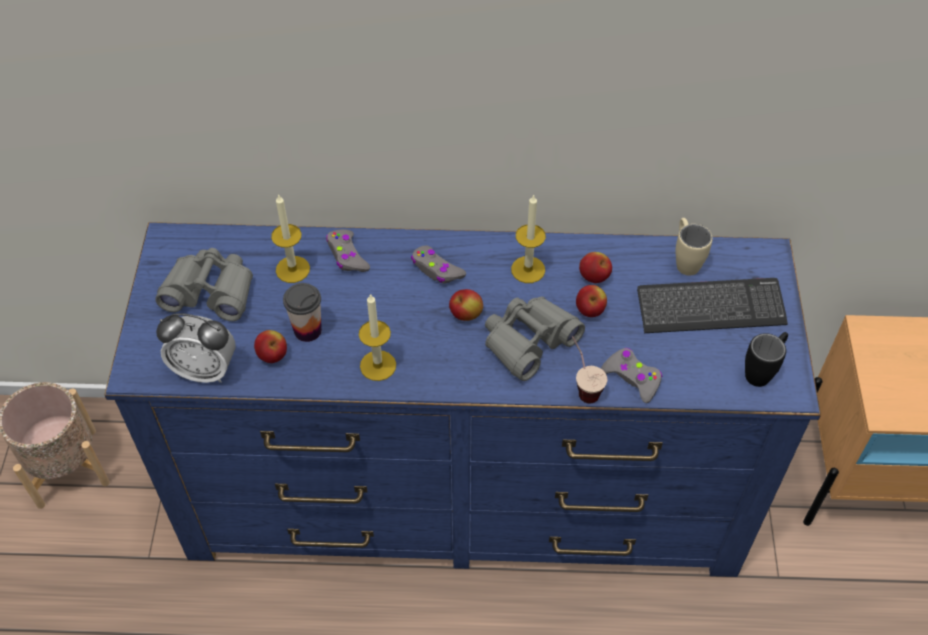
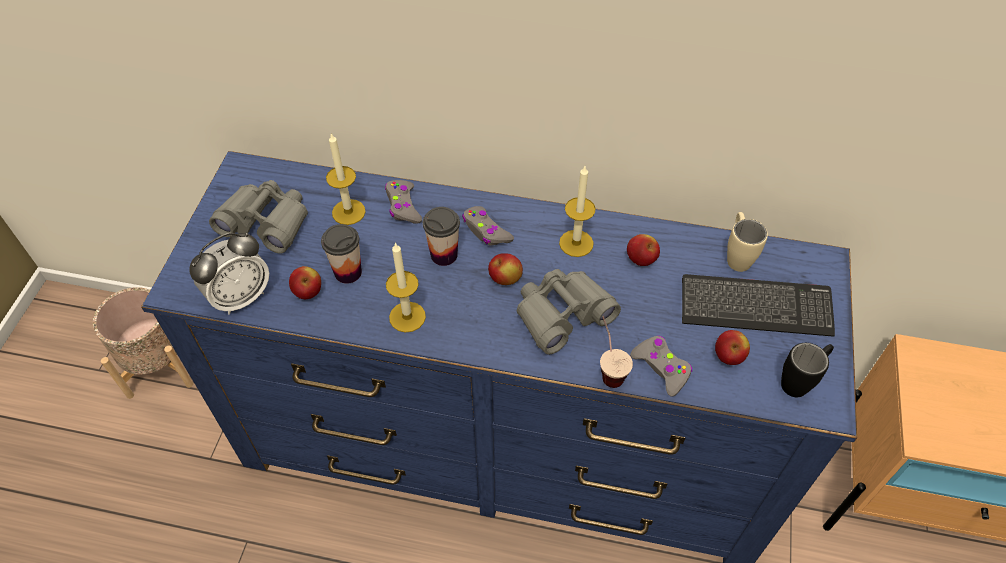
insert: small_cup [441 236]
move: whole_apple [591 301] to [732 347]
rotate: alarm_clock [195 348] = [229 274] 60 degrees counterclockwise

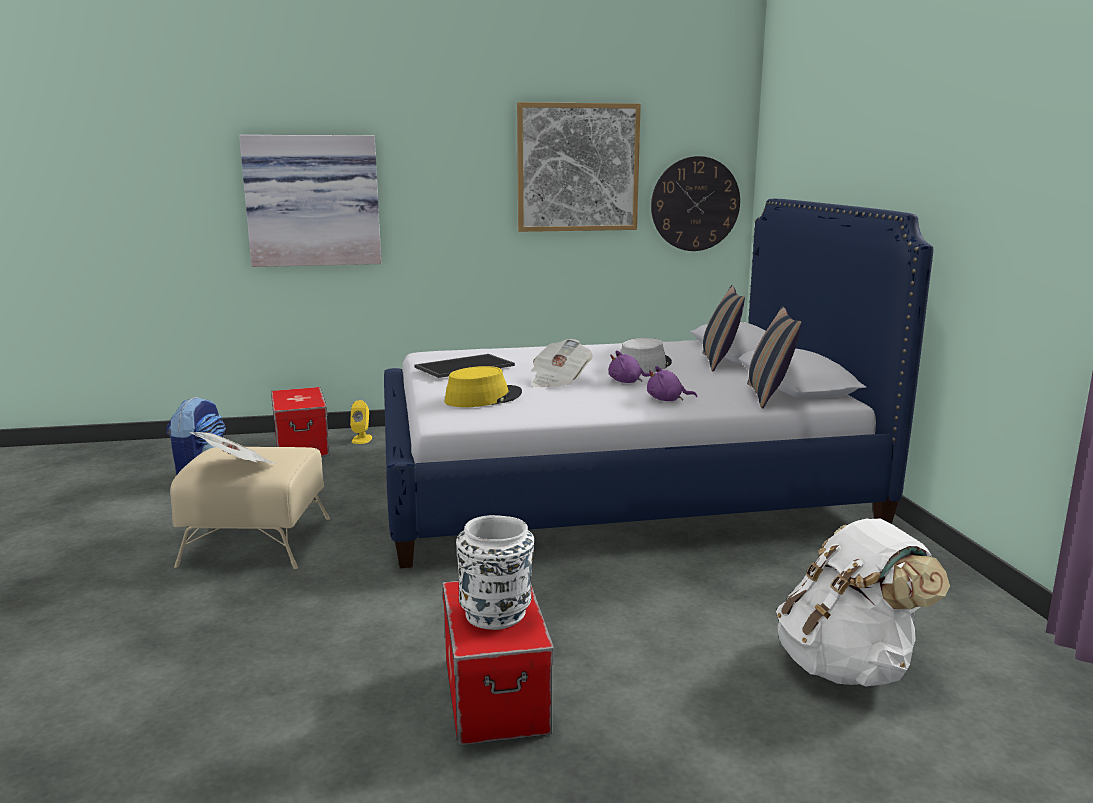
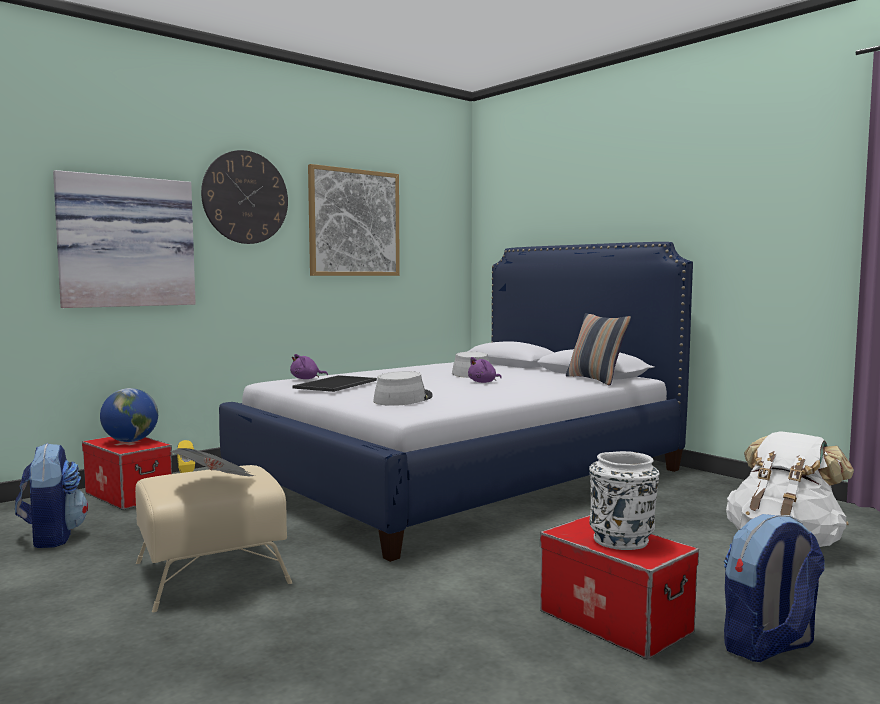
delete: newspaper [561 363]; pillow [724 328]
insert: world_globe [129 415]; rucksack [774 588]
move: purple_soft_toy [672 383] to [309 366]; clock_on_the_wall [695 203] to [244 197]
recolor: yellow_clothing_hat [483 386] to greyish_clothing_hat [403 388]

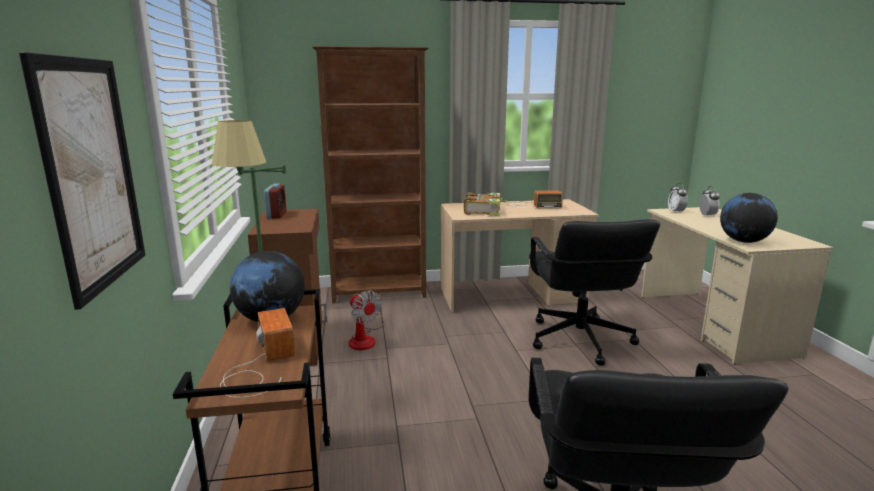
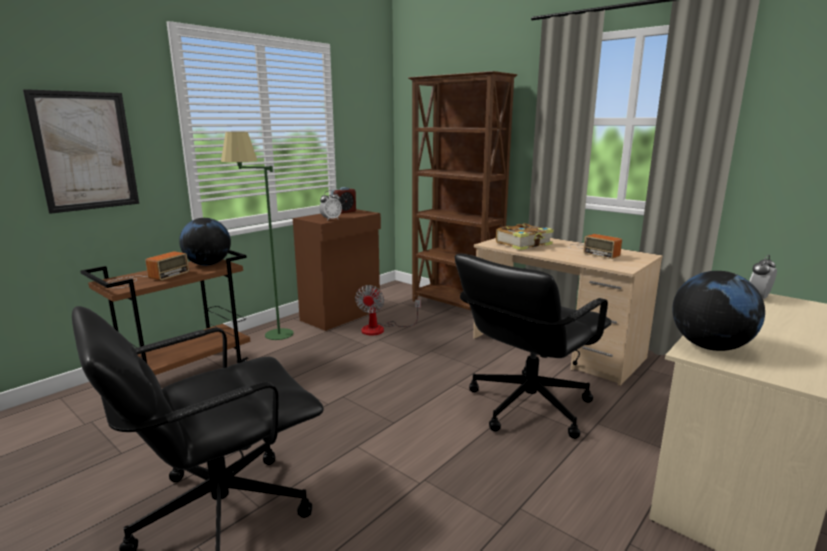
move: alarm_clock [709 201] to [330 206]

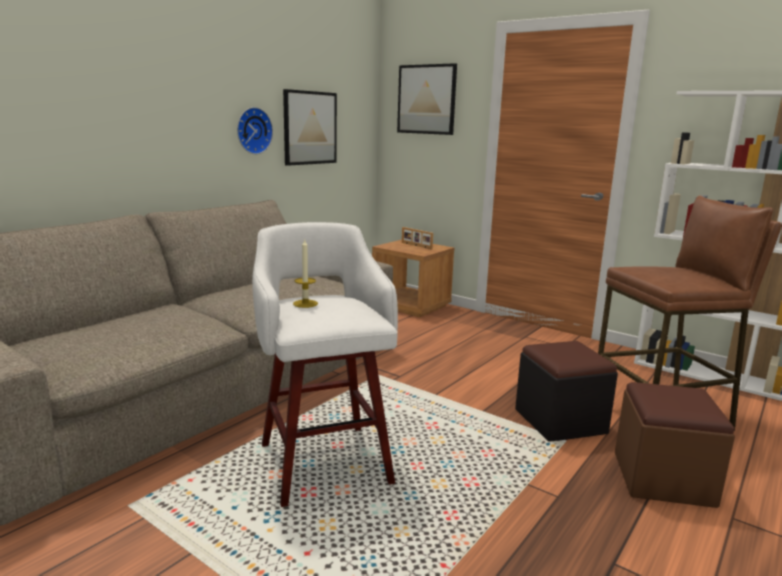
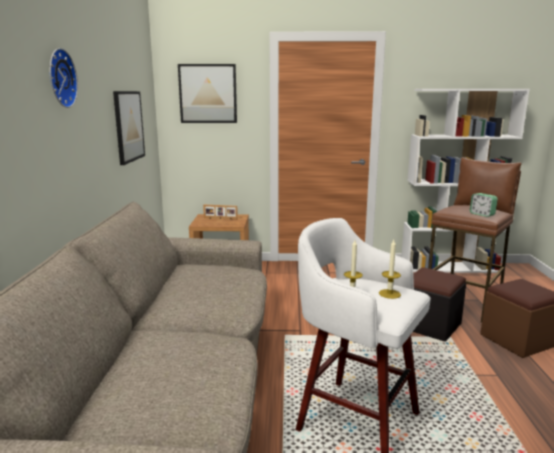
insert: wax_light [390 269]; alarm_clock [484 205]
move: clock_on_the_wall [255 130] to [63 78]

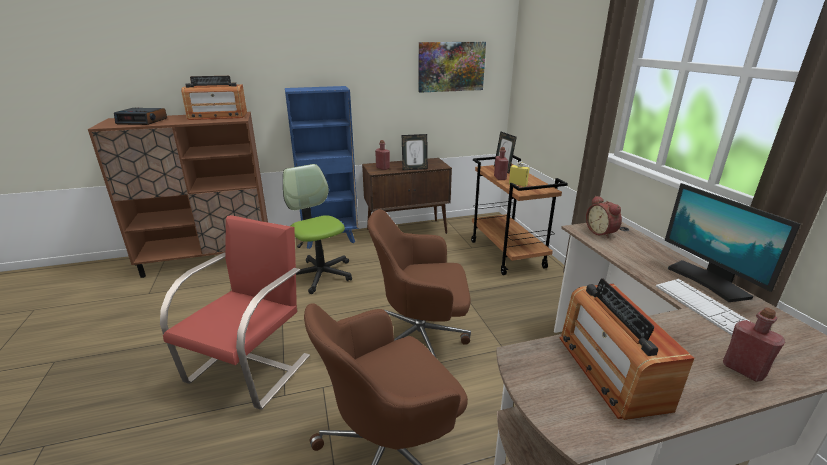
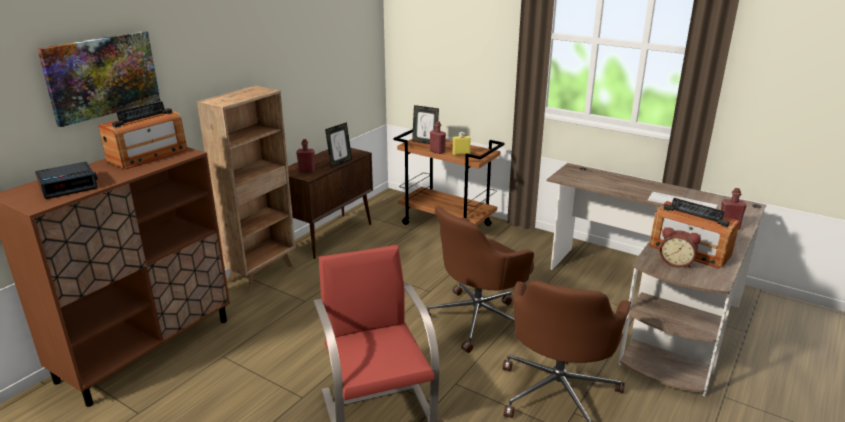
delete: desk_chair [317 229]; computer_screen [733 242]
move: wall_art [452 67] to [98 79]; alarm_clock [604 217] to [680 247]
recolor: blue-coloured_bookcase [321 167] to brown-coloured_bookcase [246 188]

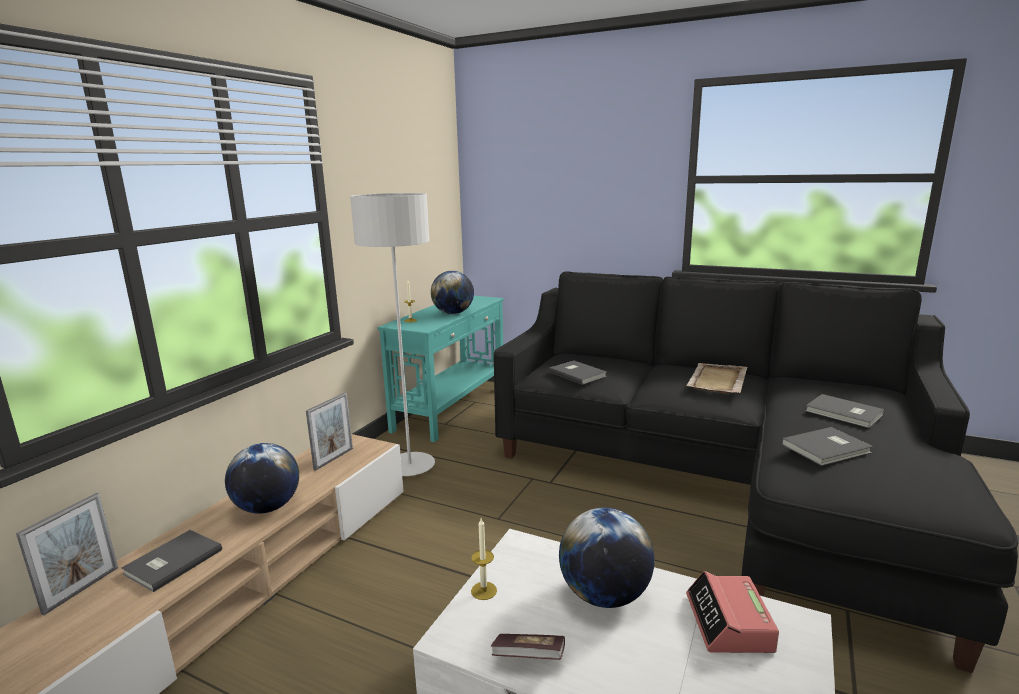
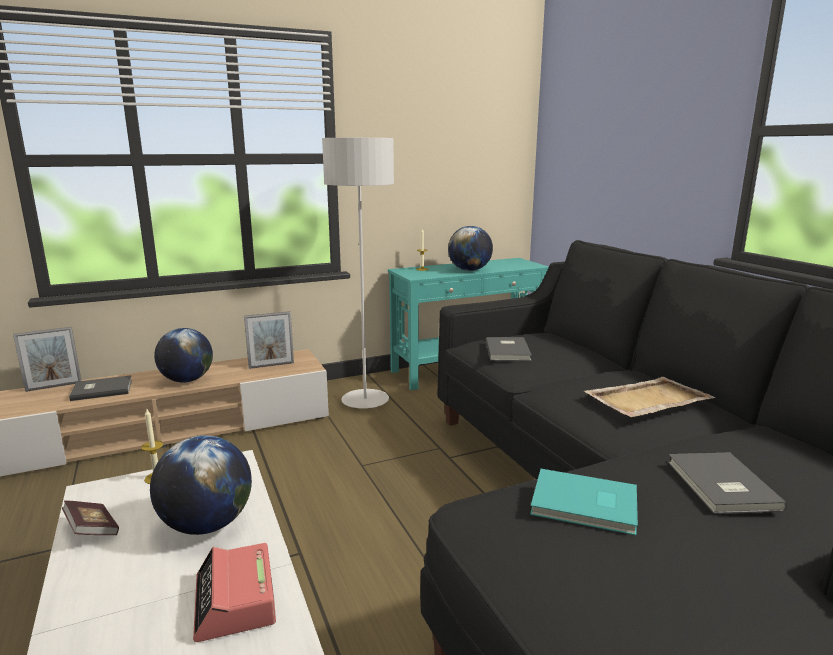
recolor: greyish_bound_book [827 446] to turquoise_bound_book [584 502]
rotate: alarm_clock [732 612] = [234 592] 60 degrees counterclockwise

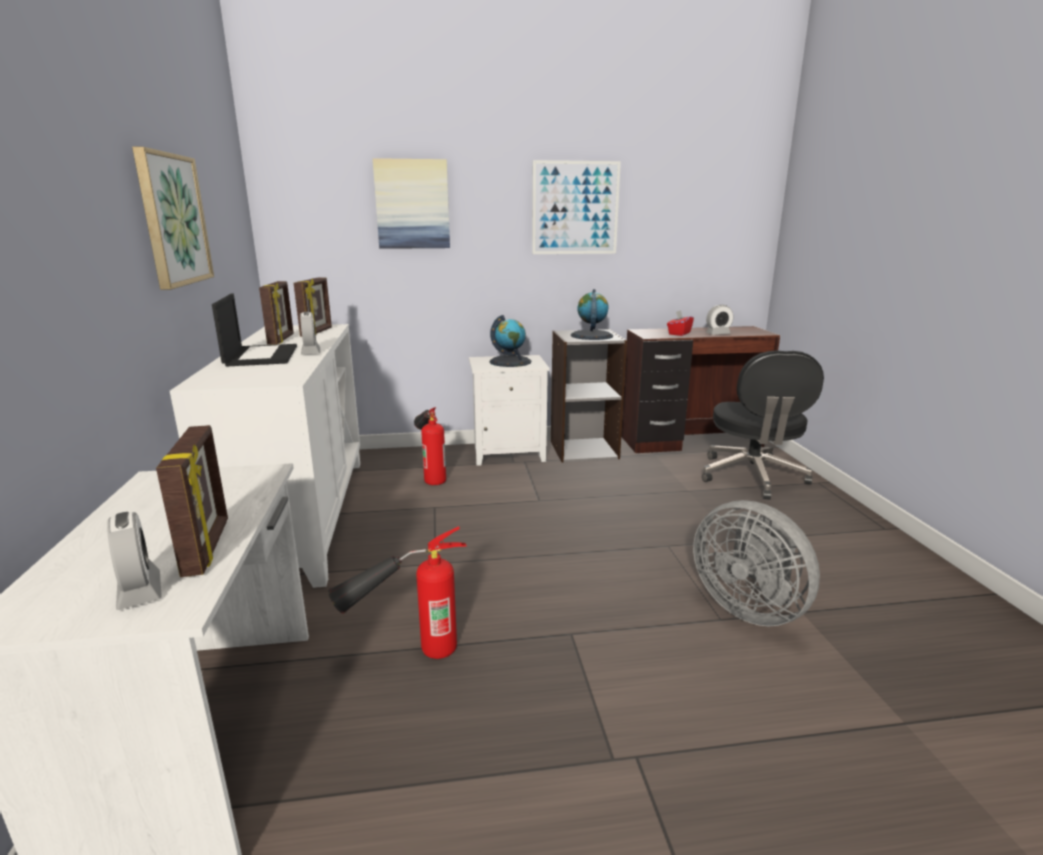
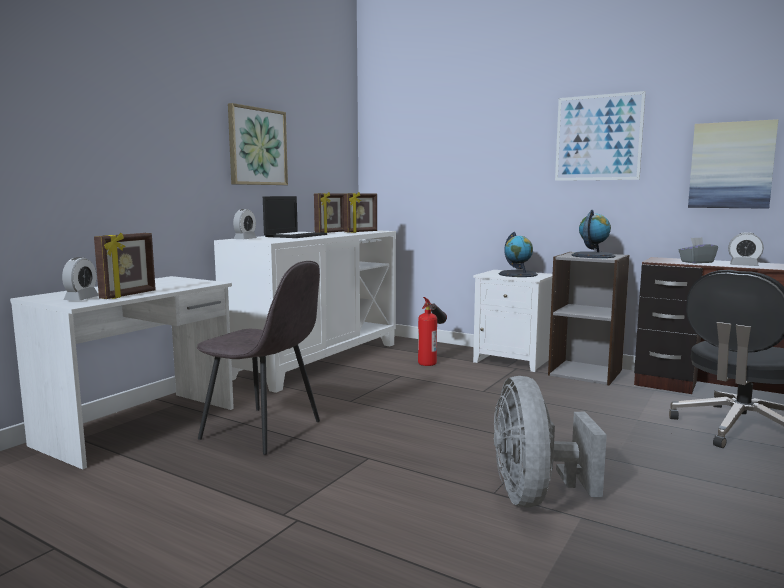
move: alarm_clock [310 333] to [245 224]; wall_art [411 203] to [733 164]
replace: extinguisher [398 592] to greyish_chair [258 358]
recolor: red_box_of_tissues [680 323] to greyish_box_of_tissues [698 250]

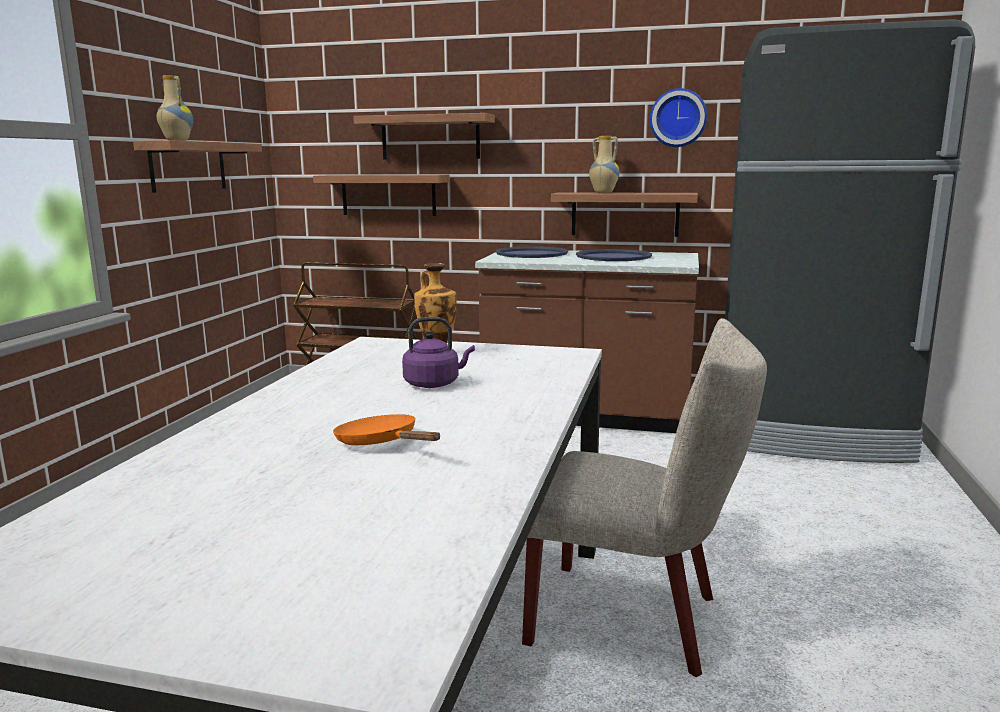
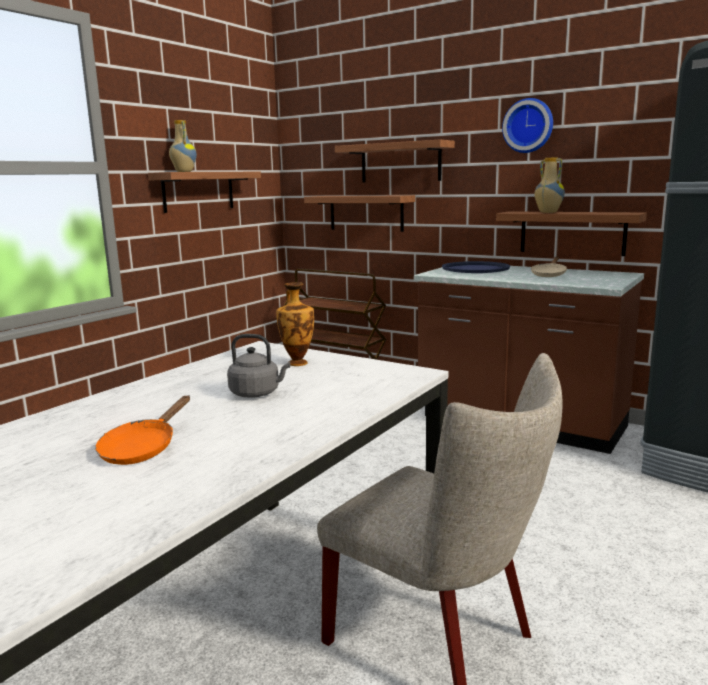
move: clock_on_the_wall [678 117] to [527 125]
replace: blue-coloured_carrying_tray [614 255] to sand-coloured_skillet [548 266]
recolor: purple_kettle [438 352] to greyish_kettle [258 366]
rotate: orange_skillet [386 429] = [142 430] 135 degrees counterclockwise

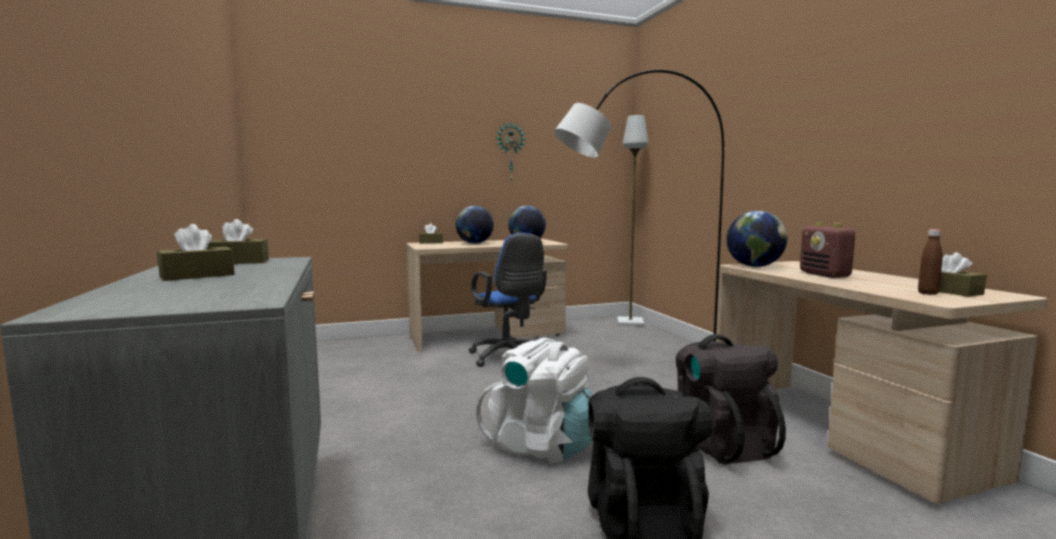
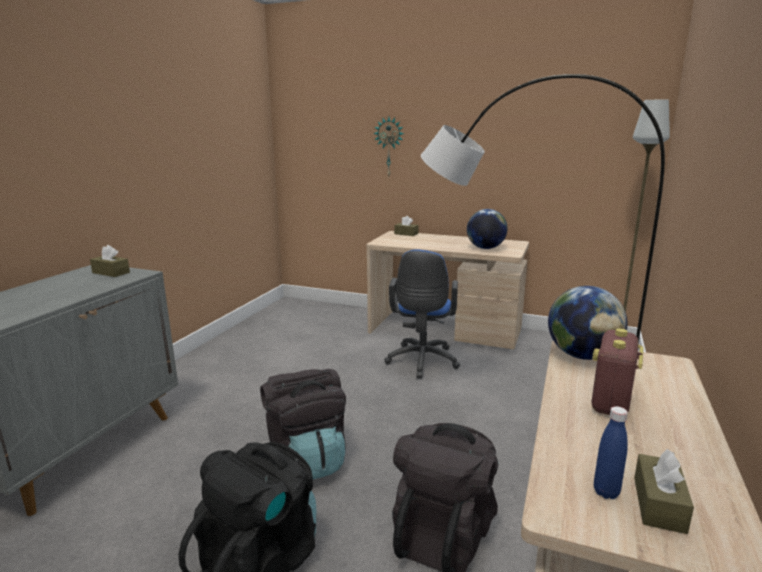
delete: brown-coloured_box_of_tissues [196 252]; world_globe [475 225]
move: clock_on_the_wall [511 151] to [388 147]
recolor: whitish_rucksack [534 400] to blackish_rucksack [303 424]; brown-coloured_drink_bottle [930 262] to blue-coloured_drink_bottle [611 452]

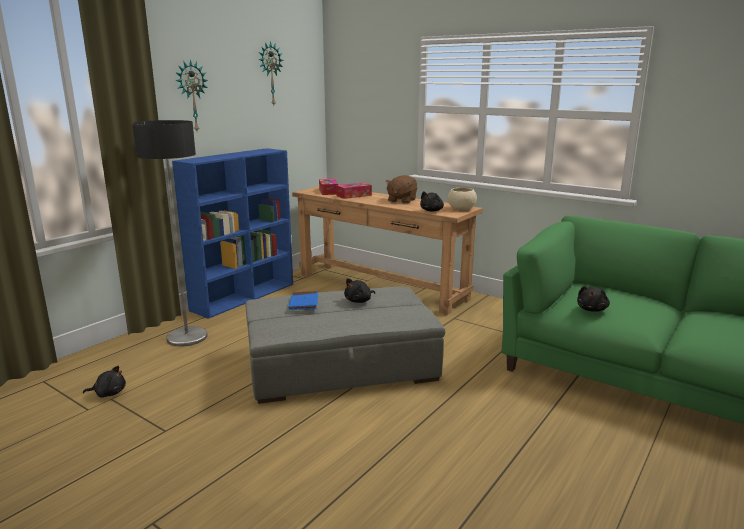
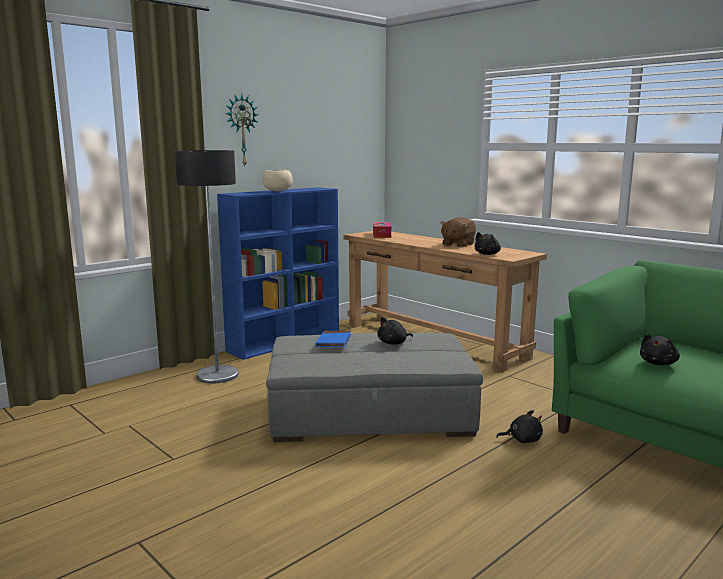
delete: clock_on_the_wall [270 73]; box_of_tissues [354 191]
move: blackish_soft_toy [104 382] to [519 426]; sand-coloured_serving_bowl [462 198] to [277 180]

